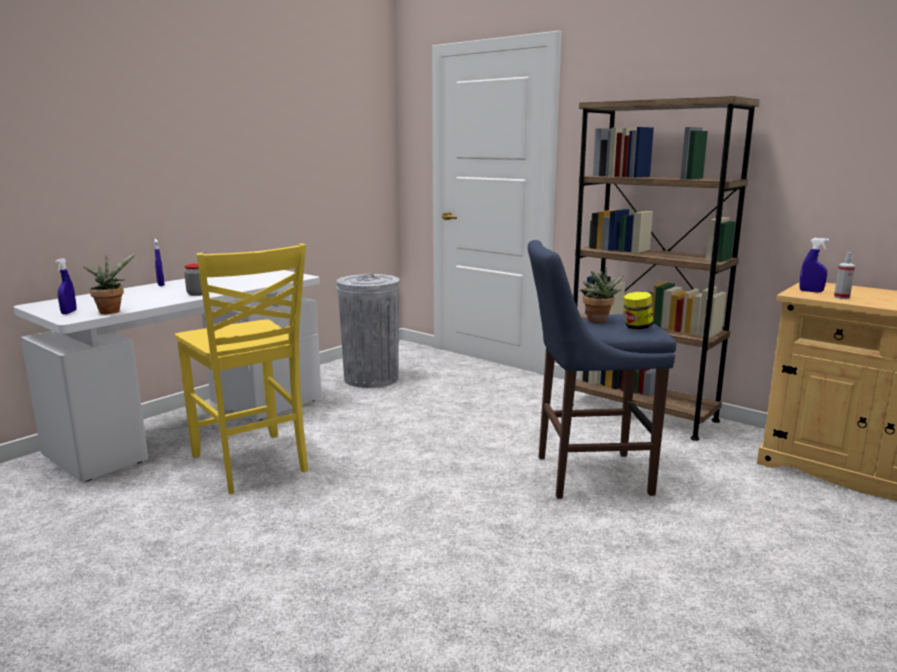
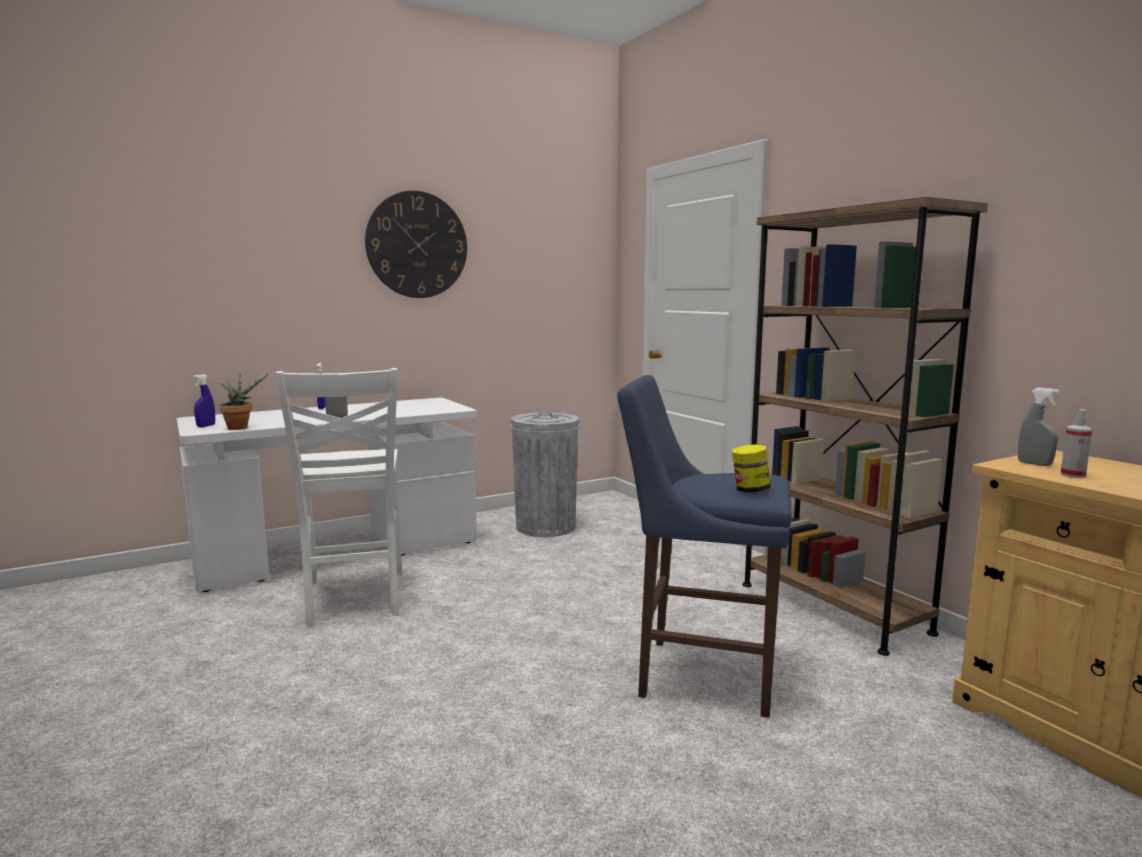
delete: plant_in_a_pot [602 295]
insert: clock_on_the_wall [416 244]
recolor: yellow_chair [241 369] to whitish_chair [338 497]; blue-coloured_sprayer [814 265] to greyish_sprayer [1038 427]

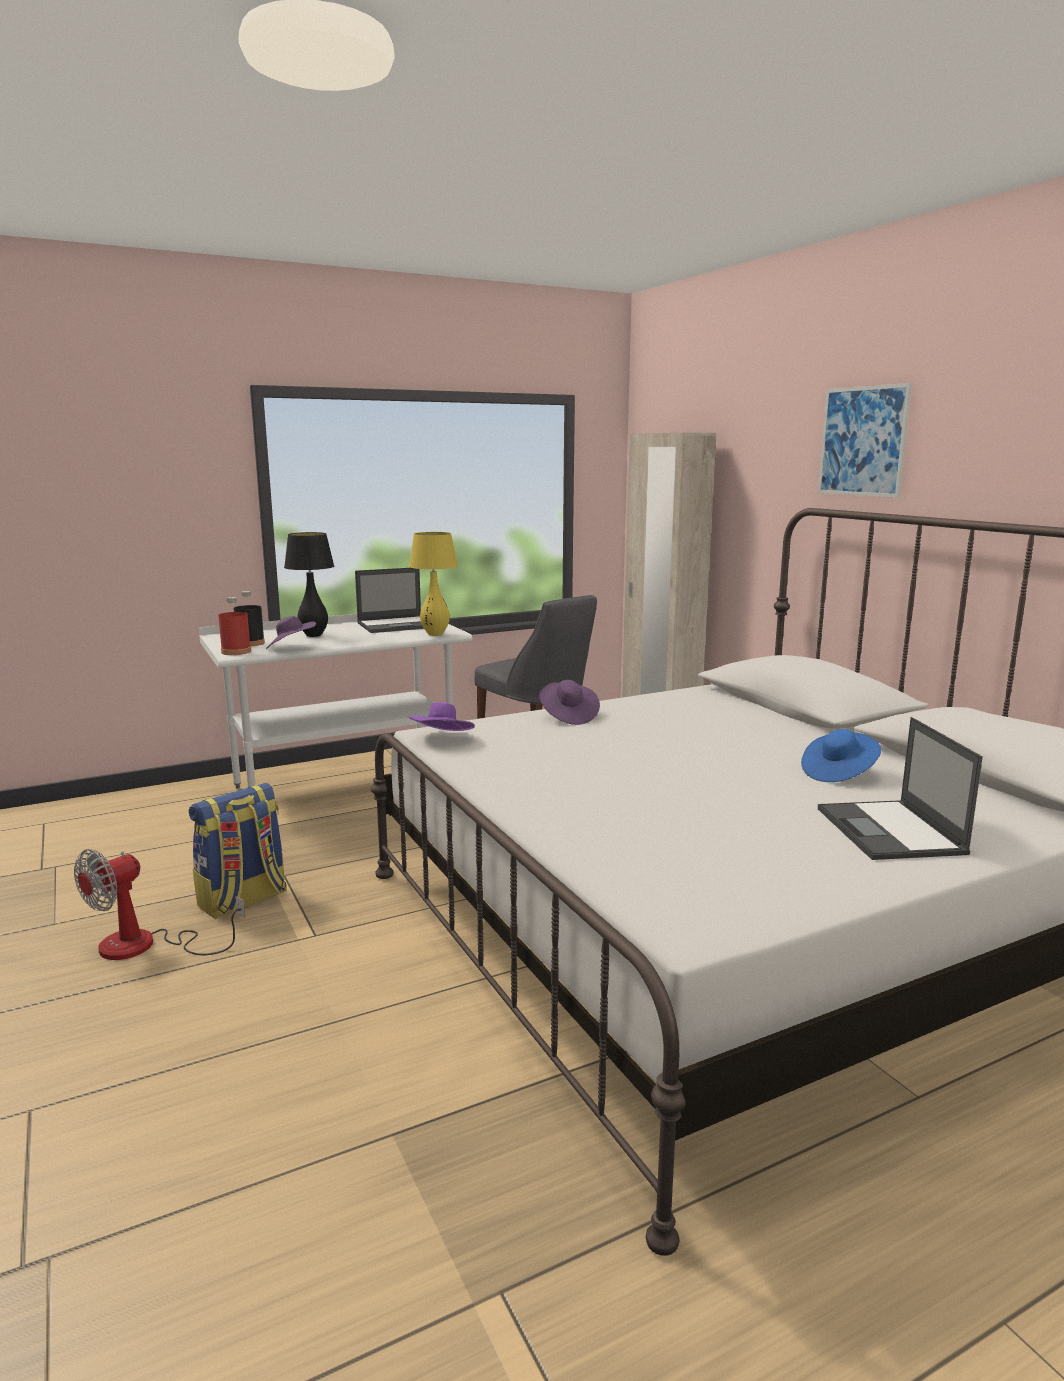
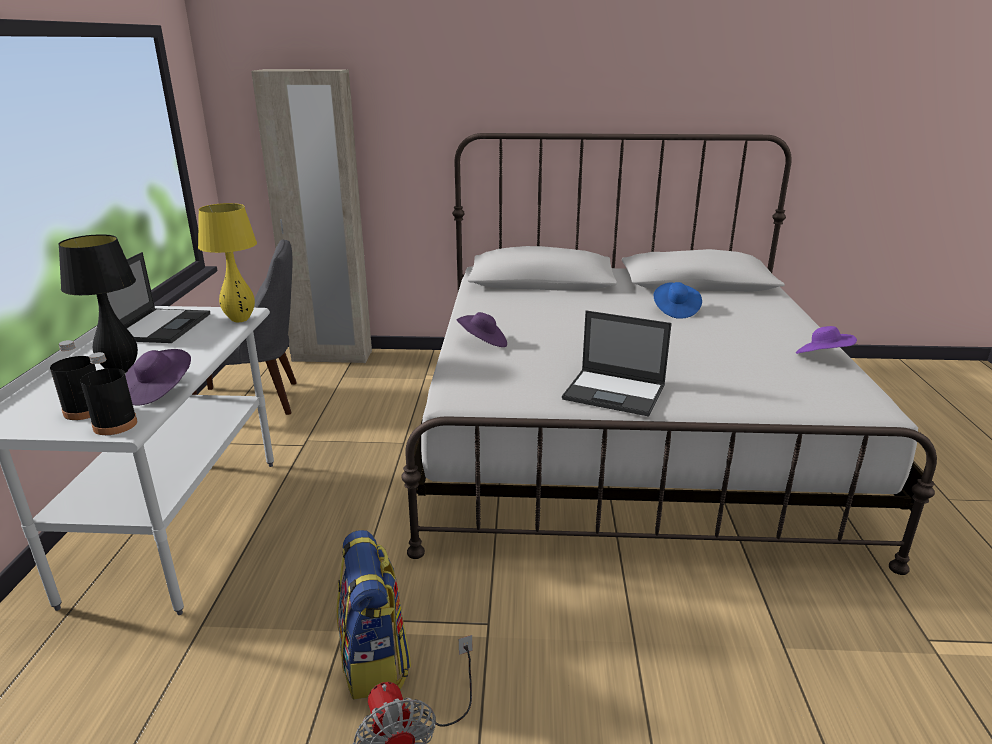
delete: wall_art [865 440]
move: purple_clothing_hat [441 716] to [826 340]; notebook_computer [900 788] to [617 364]
recolor: red_drink_bottle [234 626] to blackish_drink_bottle [109 393]

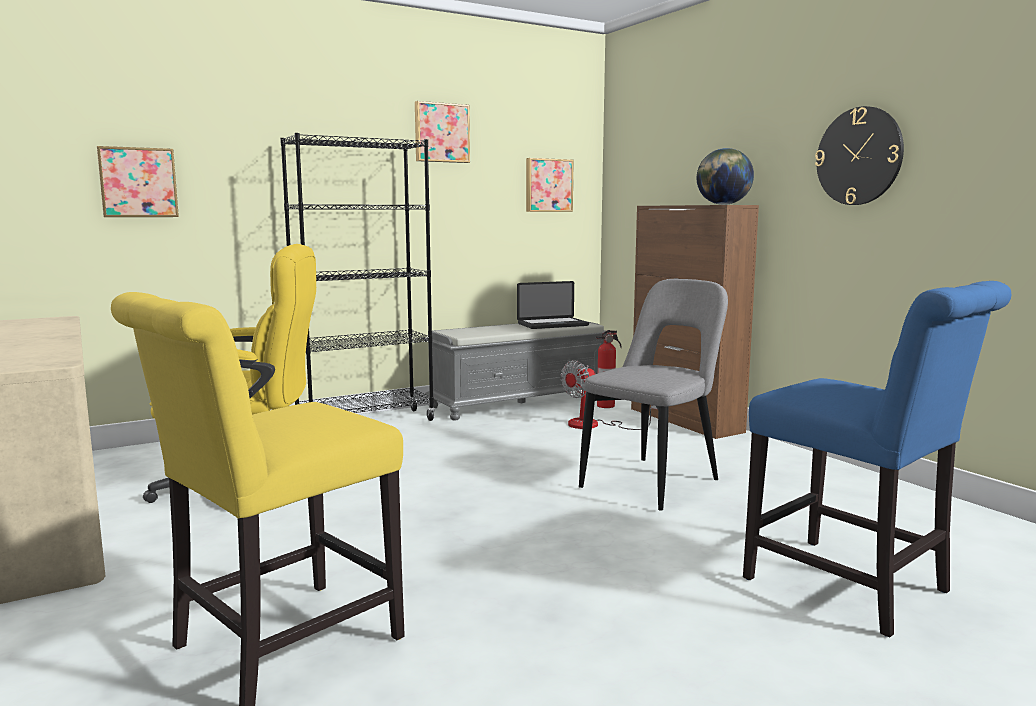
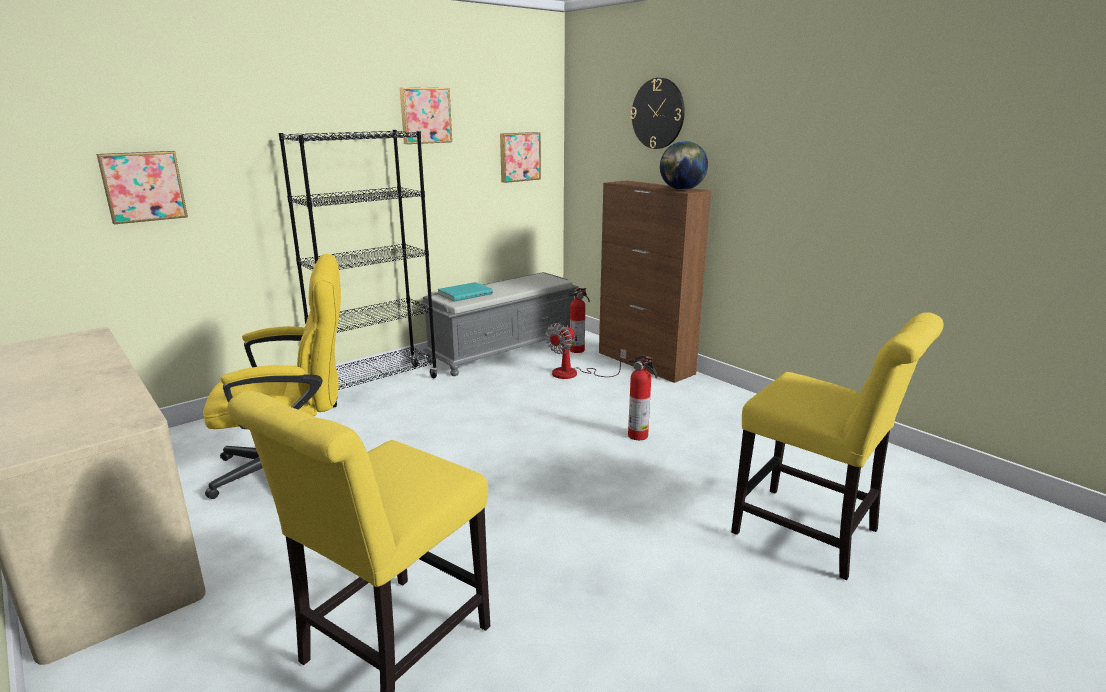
delete: notebook_computer [553 305]
insert: turquoise_bound_book [465 292]
move: clock_on_the_wall [859 155] to [657 113]
replace: greyish_chair [653 395] to extinguisher [642 397]
recolor: blue-coloured_chair [877 459] to yellow_chair [837 446]

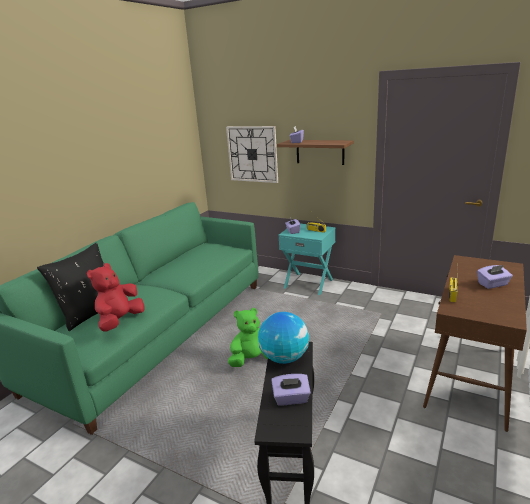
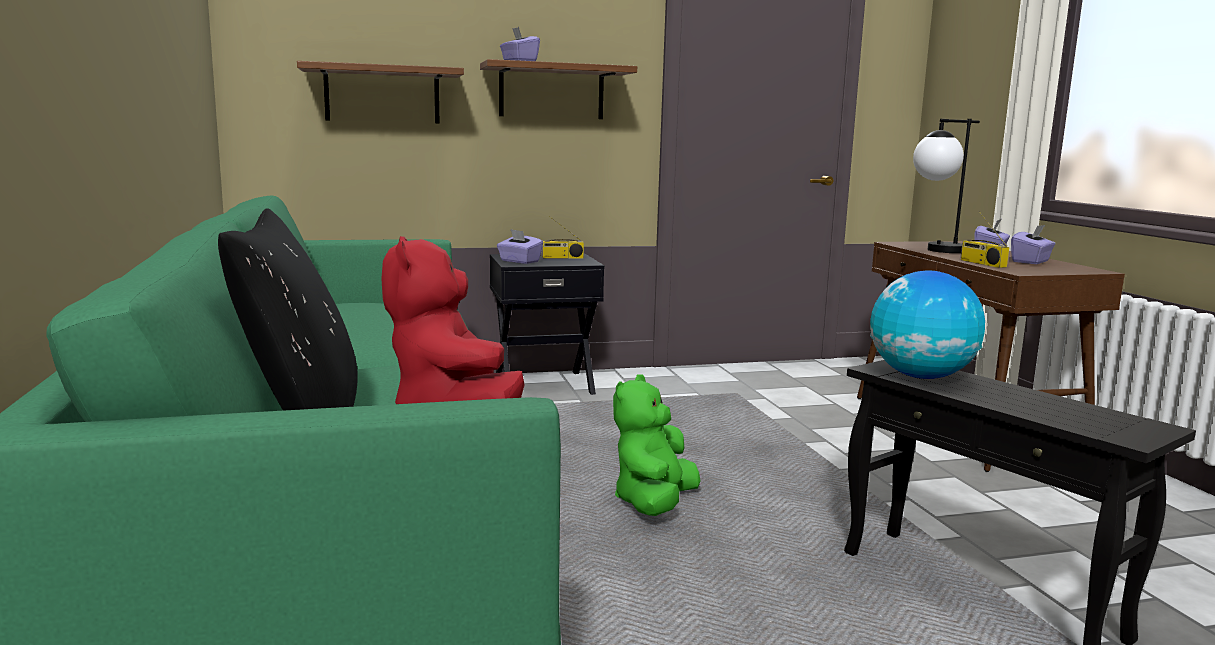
insert: tabletop_lamp [946 186]
move: purple_box_of_tissues [291 390] to [1033 244]
replace: clock_on_the_wall [252 154] to shelf [380 92]
recolor: turquoise_nightstand [306 259] to blackish_nightstand [547 324]

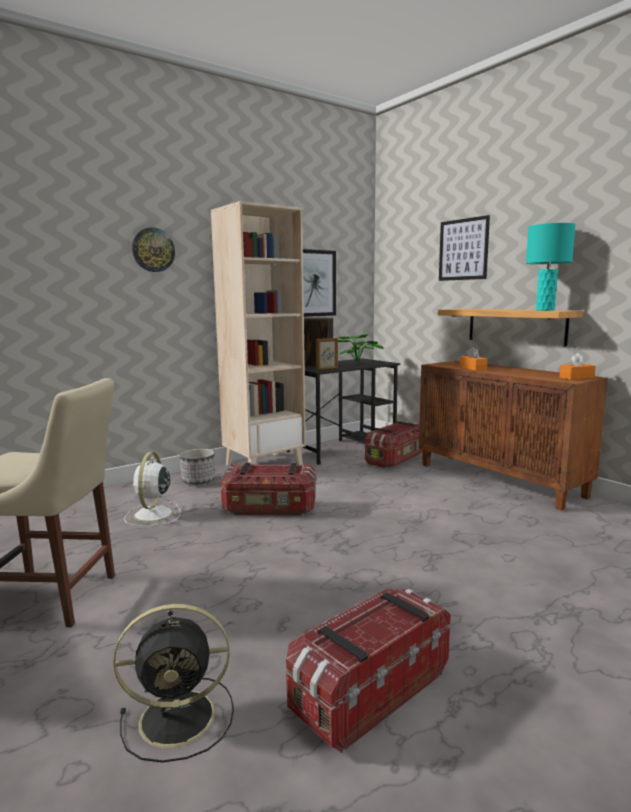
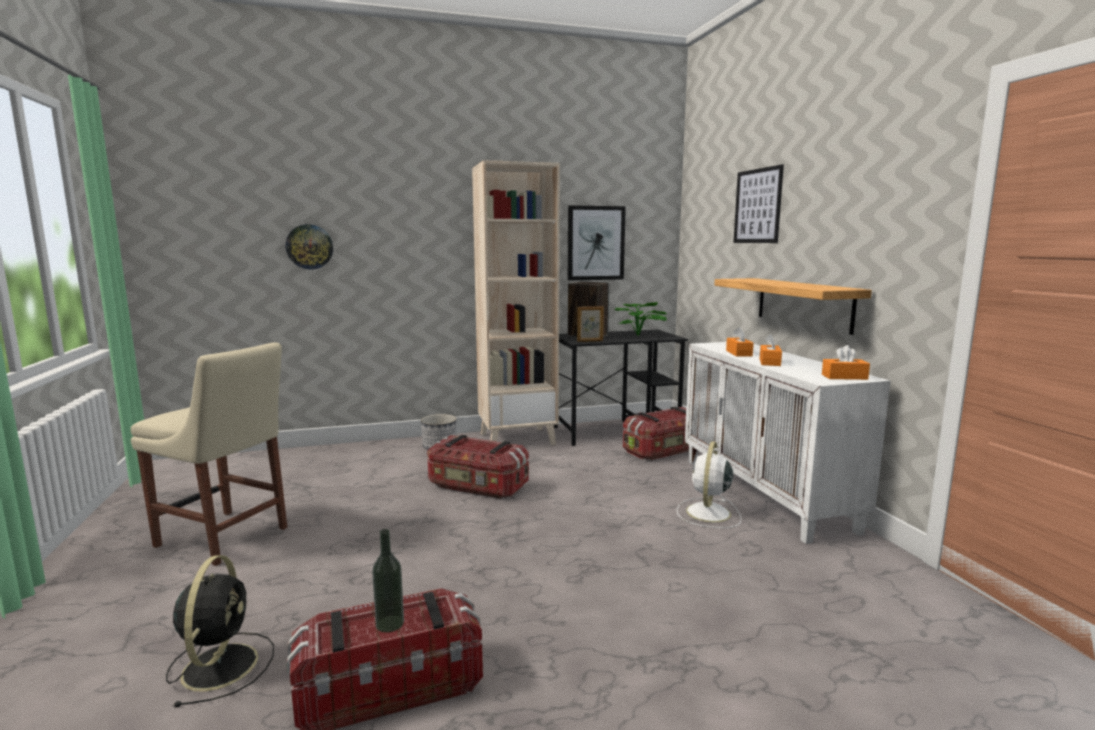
delete: turquoise_tabletop_lamp [551 267]
insert: drink_bottle [388 581]; orange_box_of_tissues [771 350]
move: whitish_fan [152 489] to [709 484]; clock_on_the_wall [153 249] to [309 247]
recolor: brown-coloured_cabinet [513 436] to whitish_cabinet [788 443]
rotate: blackish_fan [173 683] = [220 631] 105 degrees counterclockwise

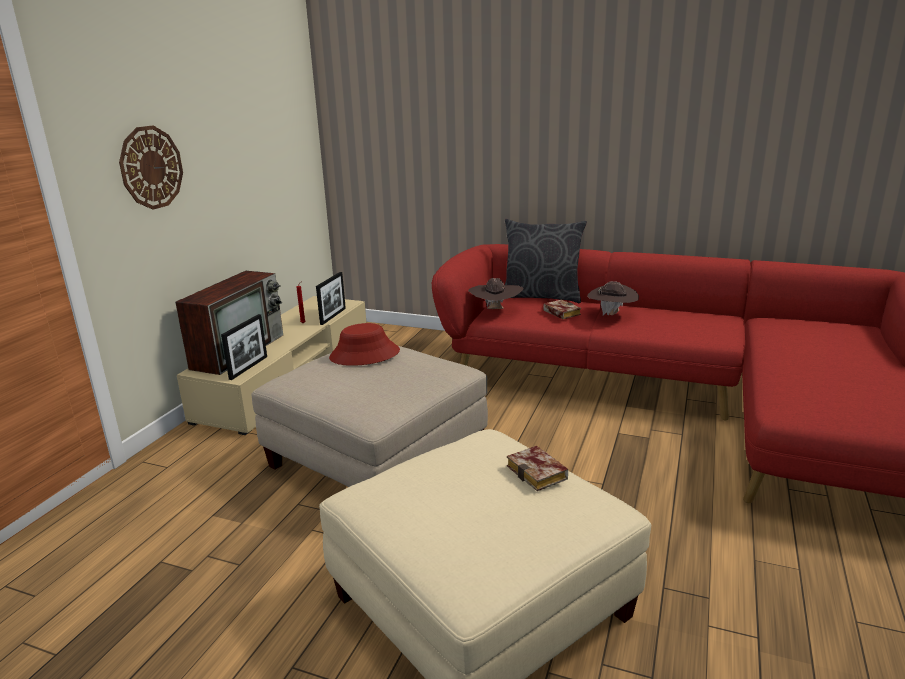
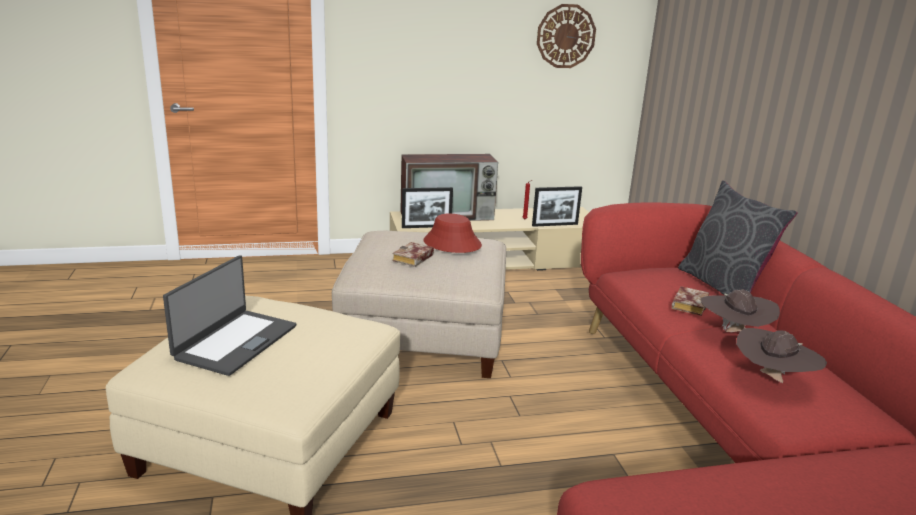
insert: notebook_computer [229 315]
move: clock_on_the_wall [151 167] to [566 36]; brown-coloured_clothing_hat [496 293] to [781 355]; bound_book [537 468] to [413 254]

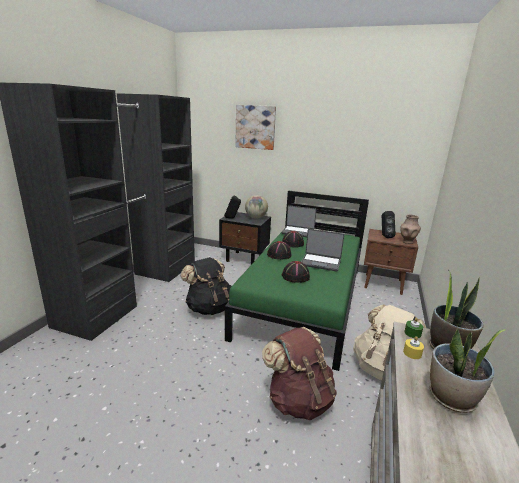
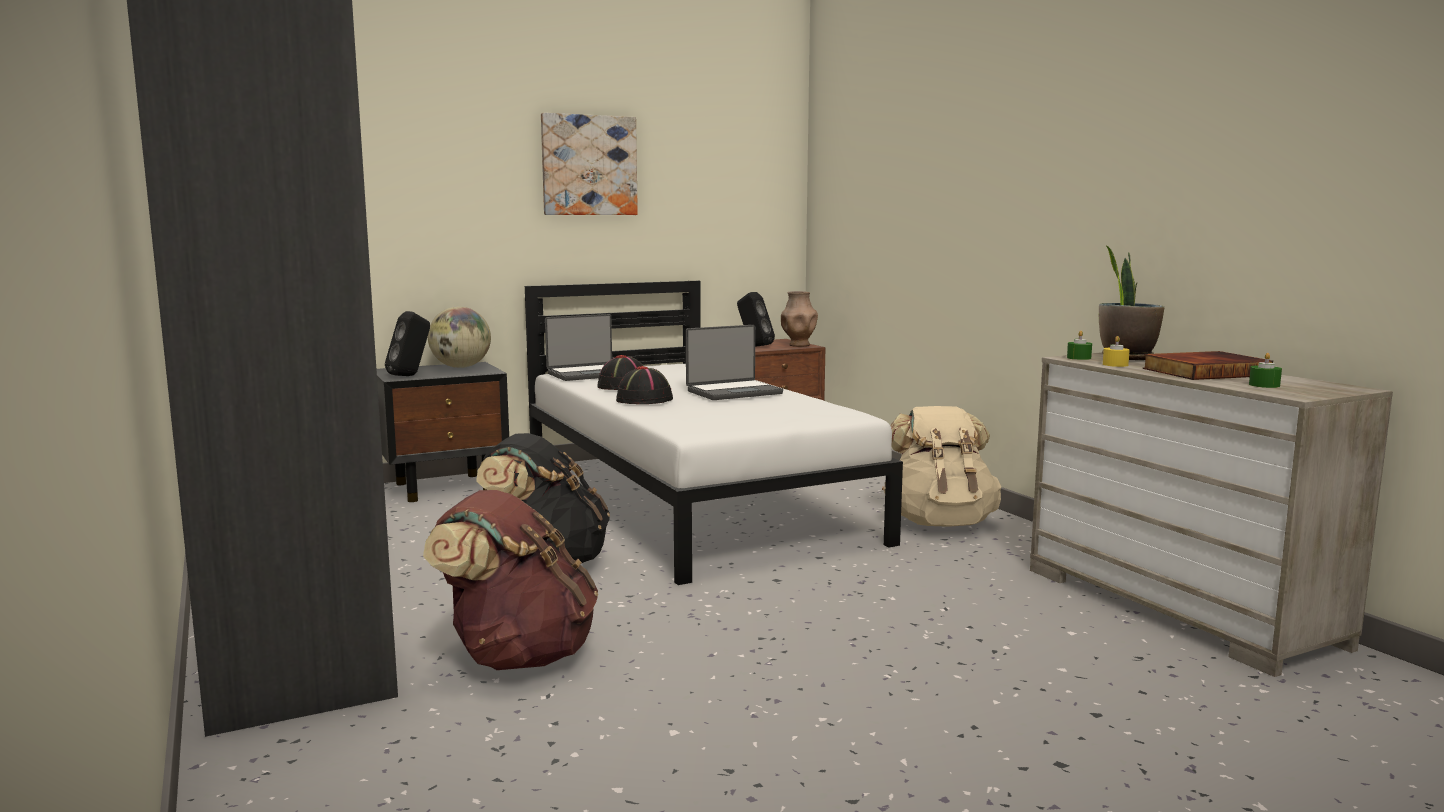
delete: blackish_clothing_hat [296 272]
insert: green-coloured_wax_light [1265 370]
move: wall_art [255 127] to [589 164]; brown-coloured_rucksack [299 373] to [510 580]
replace: plant_in_a_pot [467 370] to bound_book [1208 365]
recolor: green-coloured_bed [297 280] to whitish_bed [714 433]

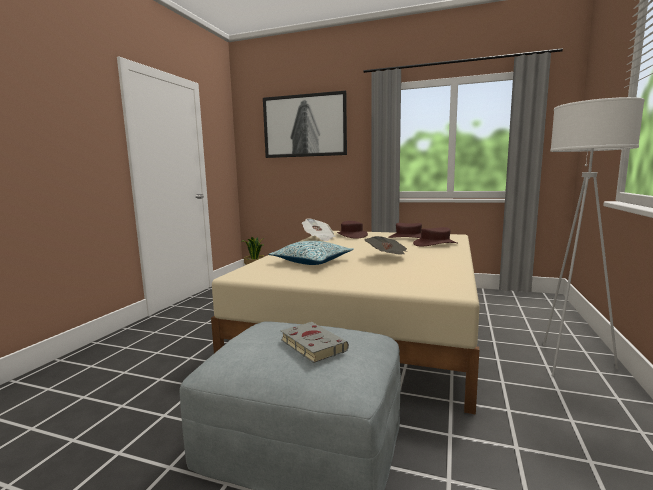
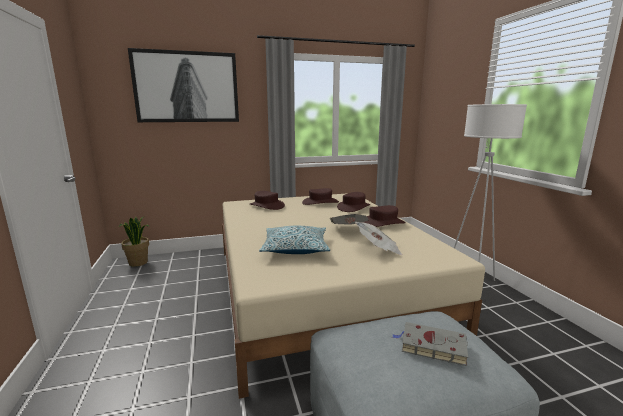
insert: brown-coloured_clothing_hat [384 216]
move: newspaper [318 229] to [378 238]

